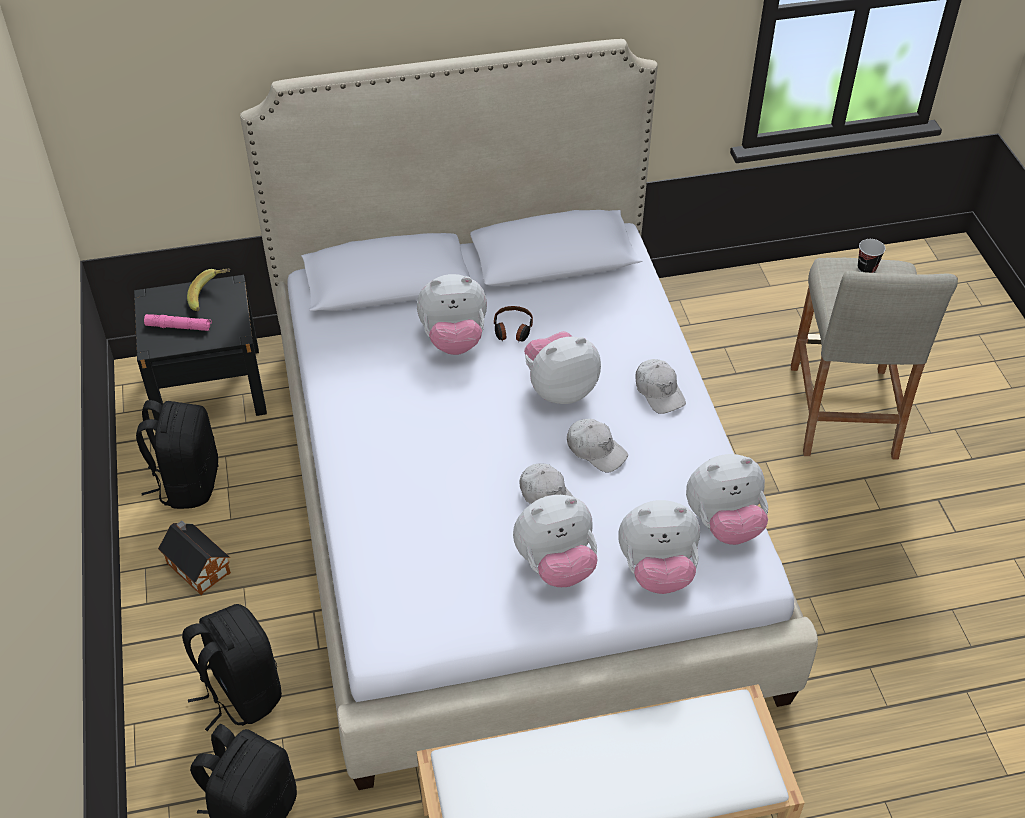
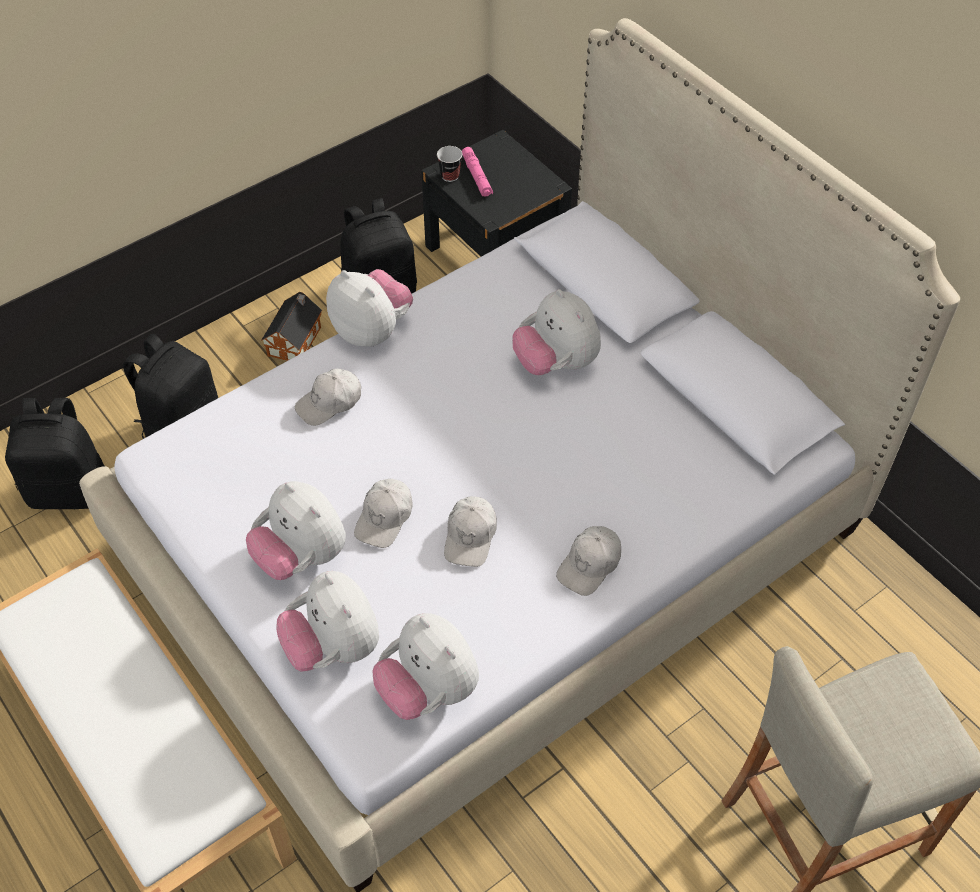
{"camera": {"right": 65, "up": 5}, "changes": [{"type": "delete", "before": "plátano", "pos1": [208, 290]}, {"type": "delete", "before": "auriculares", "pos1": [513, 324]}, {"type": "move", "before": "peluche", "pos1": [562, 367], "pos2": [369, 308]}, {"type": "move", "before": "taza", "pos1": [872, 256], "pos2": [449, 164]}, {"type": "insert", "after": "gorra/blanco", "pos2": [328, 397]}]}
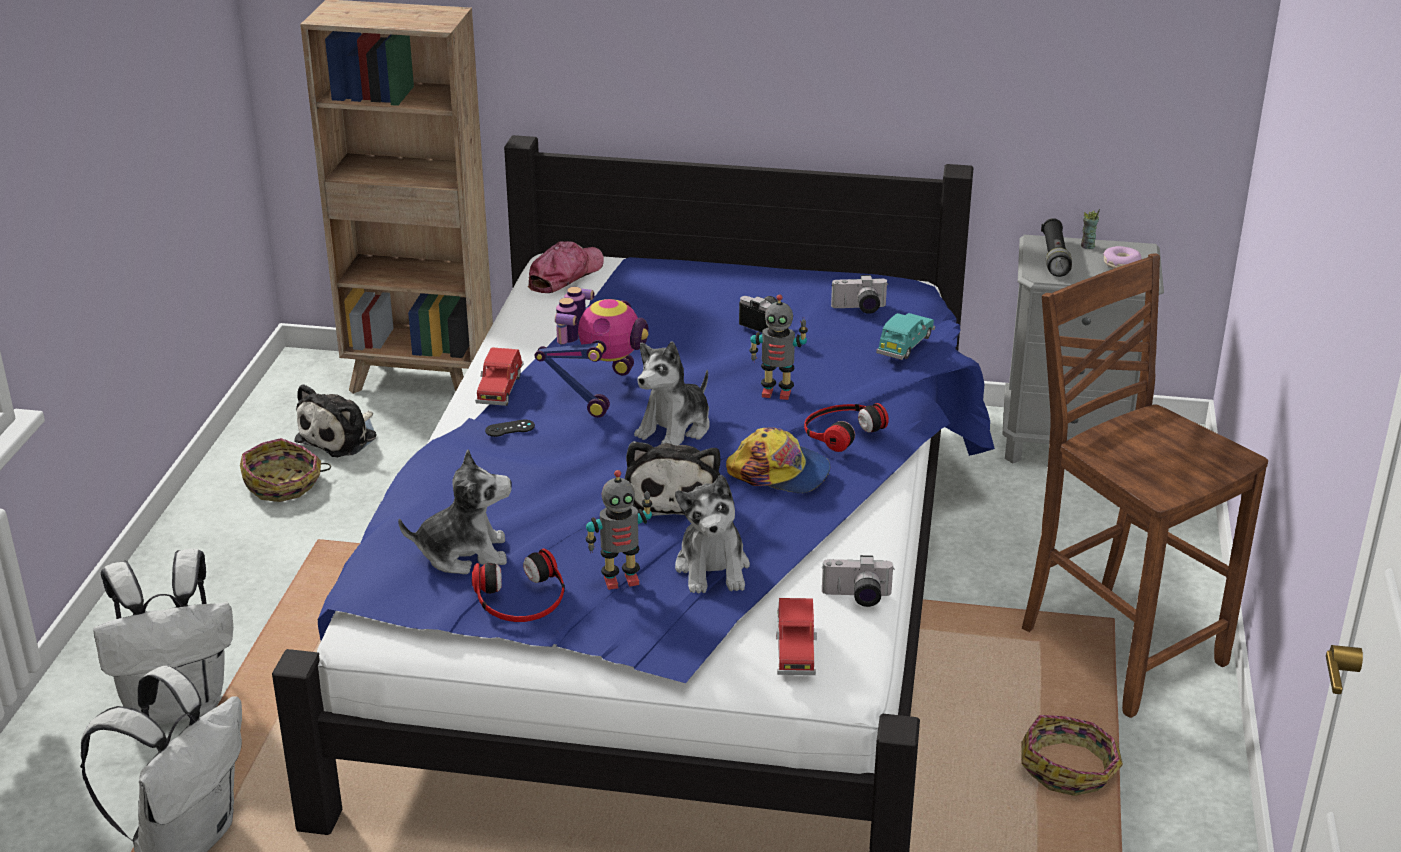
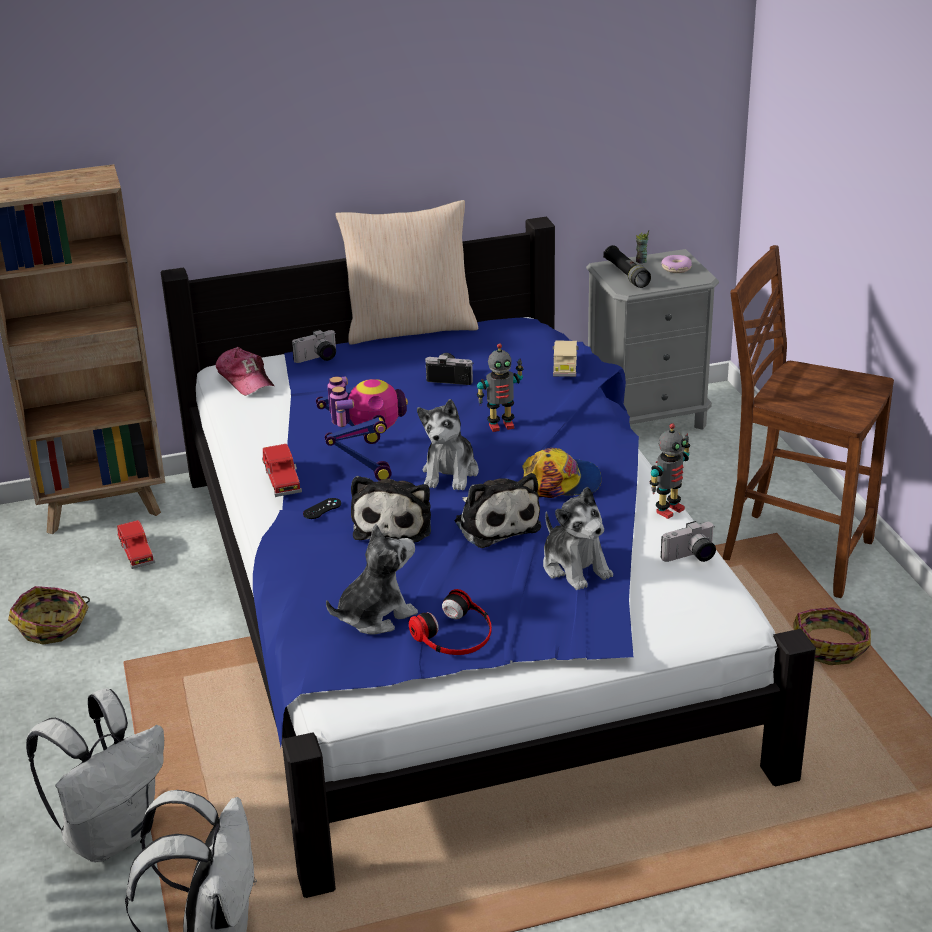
{"camera": {"right": -25, "up": 0}, "changes": [{"type": "move", "before": "peluche", "pos1": [335, 420], "pos2": [391, 509]}, {"type": "rotate", "before": "gorra", "pos1": [566, 267], "pos2": [245, 371], "turn": 135}, {"type": "move", "before": "robot de juguete", "pos1": [619, 530], "pos2": [670, 471]}, {"type": "move", "before": "coche de juguete/rojo", "pos1": [796, 636], "pos2": [136, 544]}, {"type": "delete", "before": "auriculares", "pos1": [846, 427]}, {"type": "move", "before": "cámara", "pos1": [859, 294], "pos2": [314, 346]}, {"type": "recolor", "before": "coche de juguete/turquesa", "after": "coche de juguete/beis", "pos1": [905, 336], "pos2": [566, 359]}, {"type": "insert", "after": "cojín/beis", "pos2": [406, 272]}]}
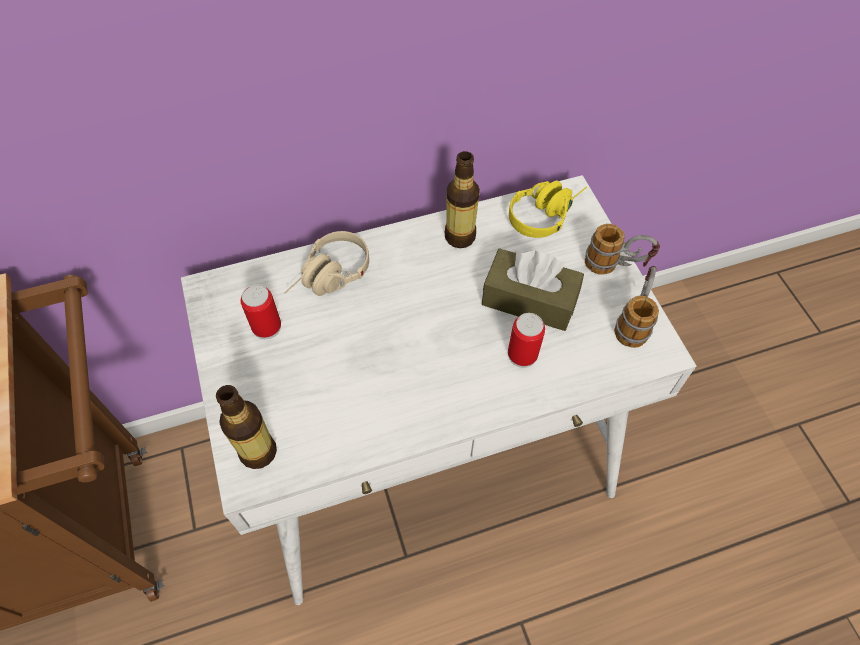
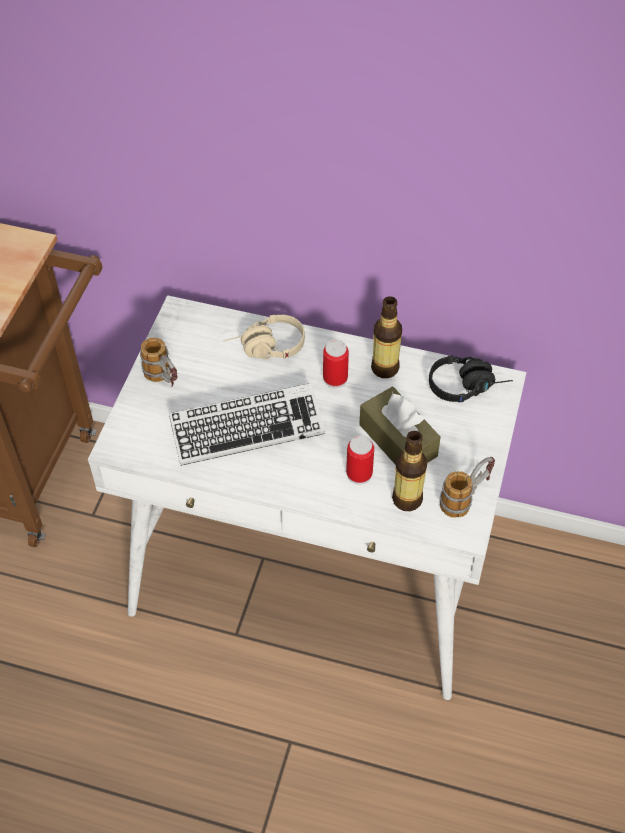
{"camera": {"right": 35, "up": -5}, "changes": [{"type": "move", "before": "botella", "pos1": [246, 427], "pos2": [409, 471]}, {"type": "move", "before": "lata", "pos1": [261, 311], "pos2": [336, 364]}, {"type": "recolor", "before": "auriculares/amarillo", "after": "auriculares/negro", "pos1": [548, 209], "pos2": [471, 378]}, {"type": "move", "before": "taza grande", "pos1": [622, 249], "pos2": [158, 362]}, {"type": "insert", "after": "teclado", "pos2": [247, 424]}]}
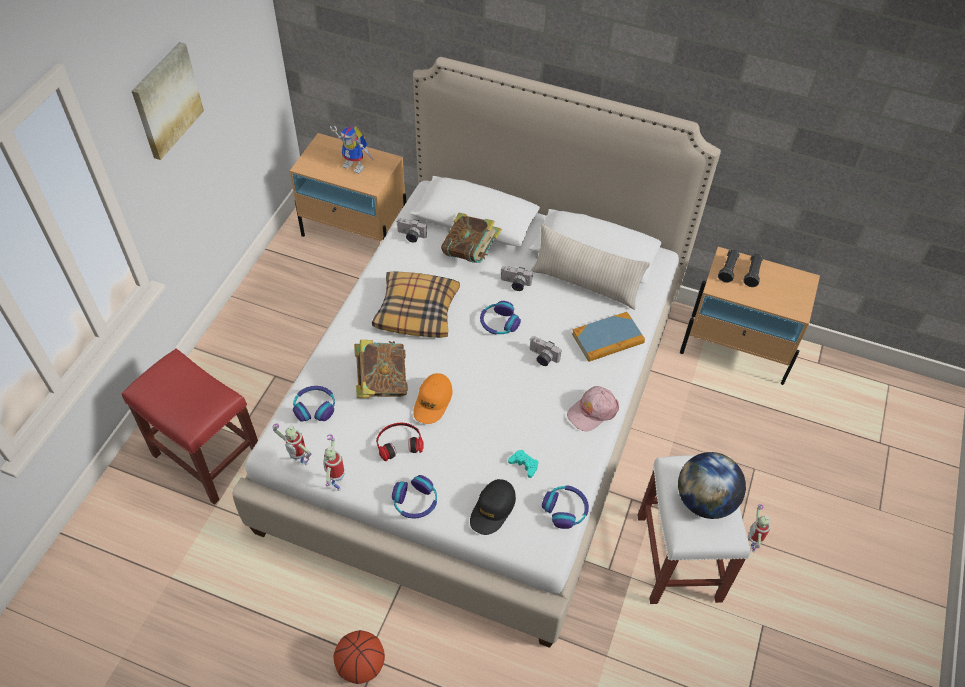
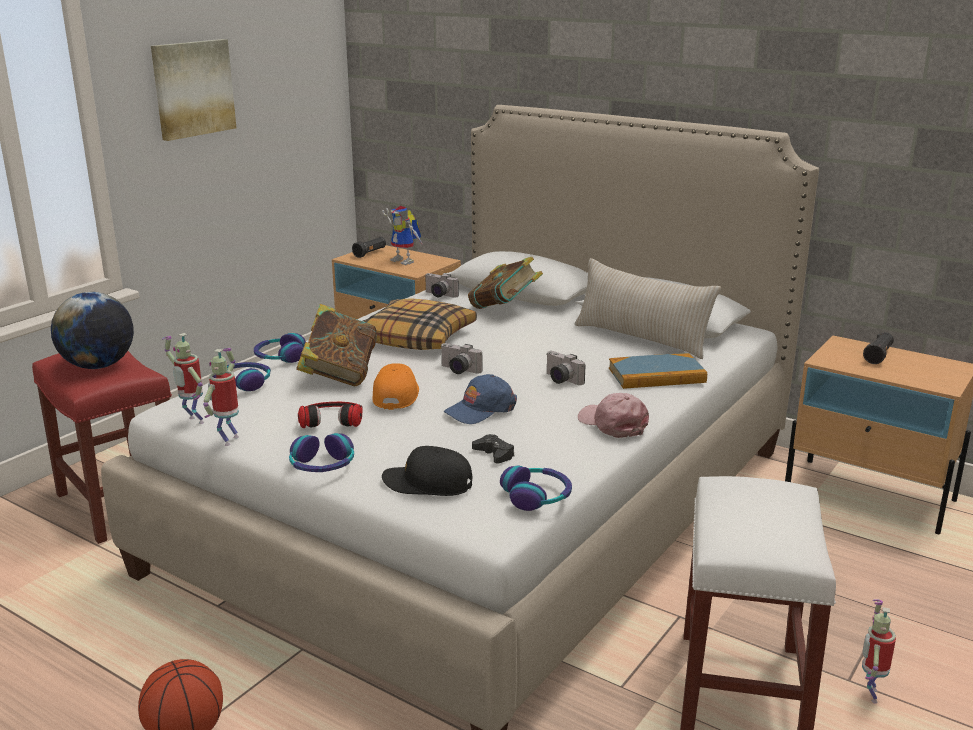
{"camera": {"right": 15, "up": -30}, "changes": [{"type": "rotate", "before": "gorra/naranja", "pos1": [433, 398], "pos2": [395, 386], "turn": 150}, {"type": "rotate", "before": "gorra/negro", "pos1": [493, 507], "pos2": [427, 471], "turn": 60}, {"type": "move", "before": "auriculares", "pos1": [500, 317], "pos2": [280, 348]}, {"type": "move", "before": "cámara", "pos1": [517, 278], "pos2": [461, 358]}, {"type": "recolor", "before": "mando de consola/turquesa", "after": "mando de consola/negro", "pos1": [523, 464], "pos2": [493, 448]}, {"type": "rotate", "before": "gorra/rosa", "pos1": [593, 409], "pos2": [613, 415], "turn": 75}, {"type": "move", "before": "globo terráqueo", "pos1": [712, 485], "pos2": [92, 330]}, {"type": "move", "before": "linterna/negro", "pos1": [728, 266], "pos2": [369, 247]}, {"type": "insert", "after": "gorra/azul", "pos2": [480, 399]}]}
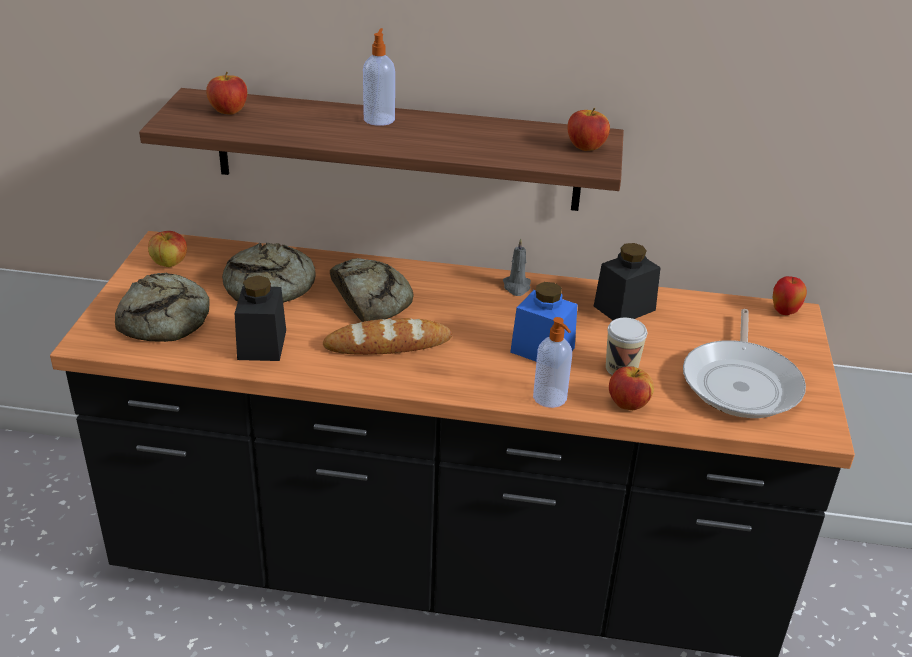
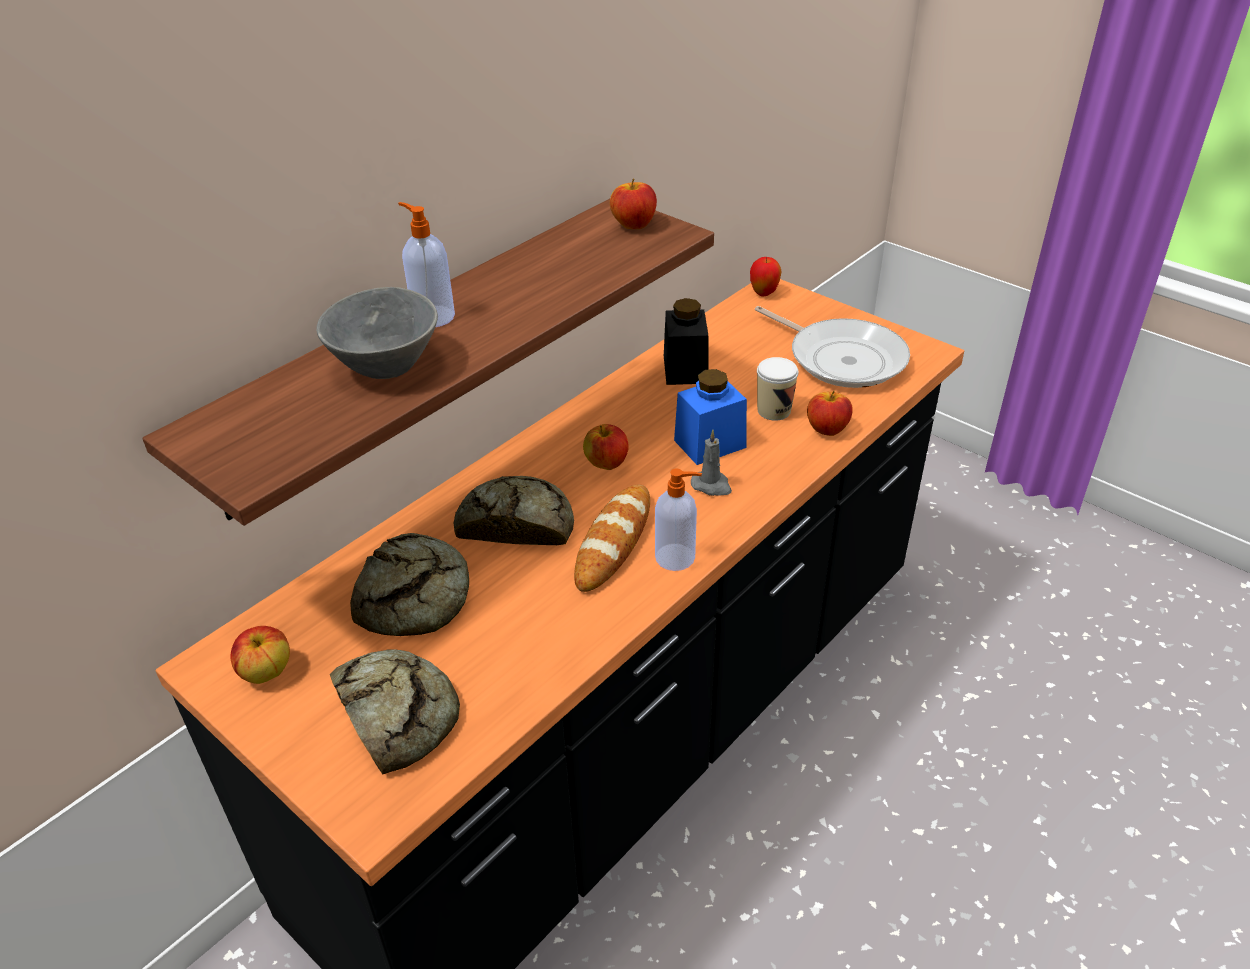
{"camera": {"right": -55, "up": 5}, "changes": [{"type": "move", "before": "manzana", "pos1": [226, 93], "pos2": [606, 447]}, {"type": "delete", "before": "tarro/negro", "pos1": [260, 318]}, {"type": "move", "before": "vela/gris", "pos1": [517, 267], "pos2": [711, 463]}, {"type": "move", "before": "dispensador de jabón", "pos1": [552, 362], "pos2": [678, 519]}, {"type": "insert", "after": "cuenco/gris", "pos2": [377, 333]}]}
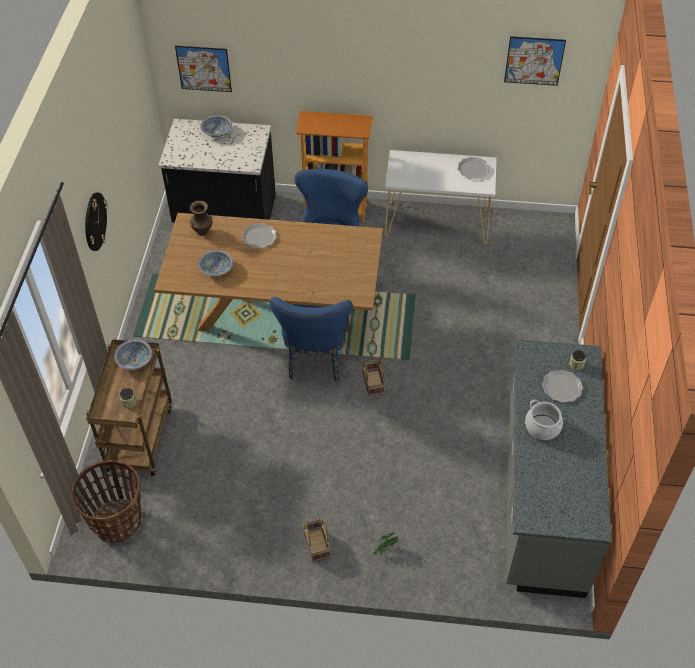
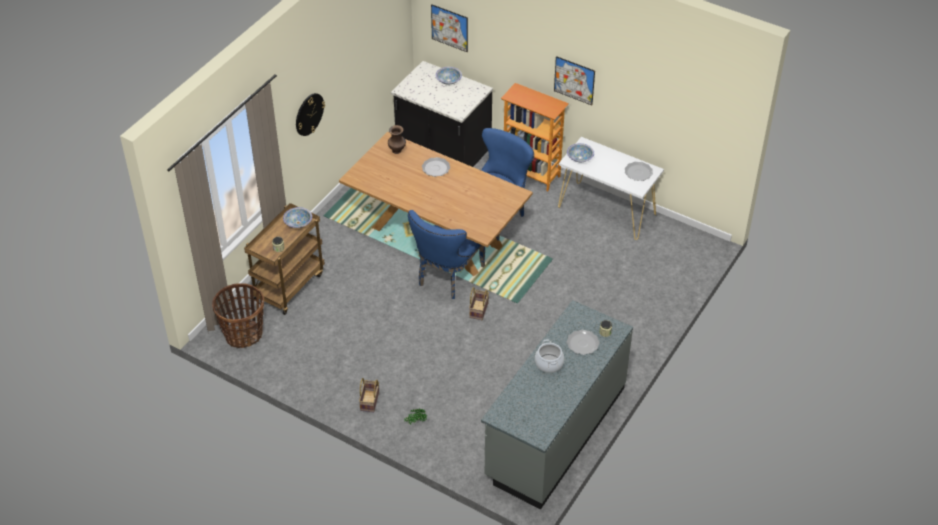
{"camera": {"right": 25, "up": -5}, "changes": [{"type": "move", "before": "cuenco", "pos1": [215, 263], "pos2": [580, 152]}, {"type": "move", "before": "cuadro", "pos1": [535, 61], "pos2": [574, 80]}]}
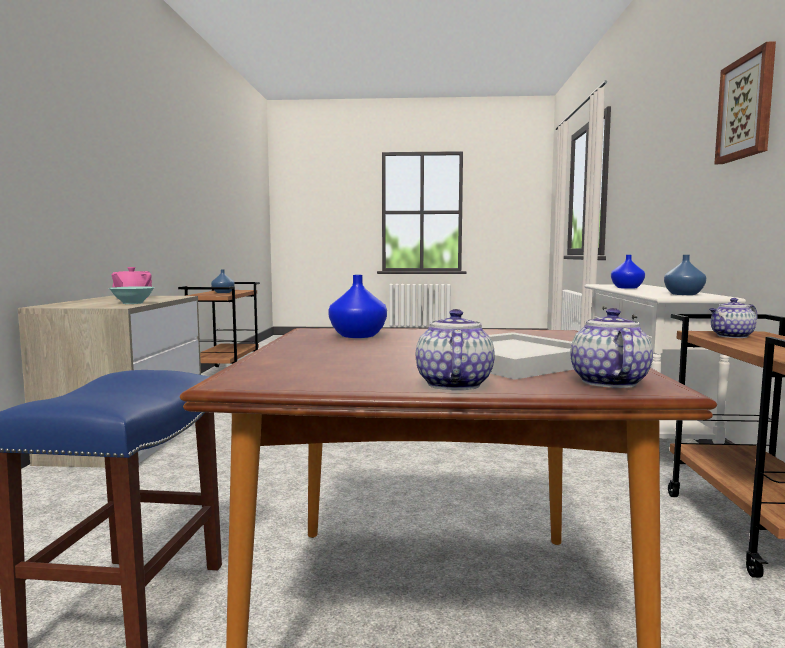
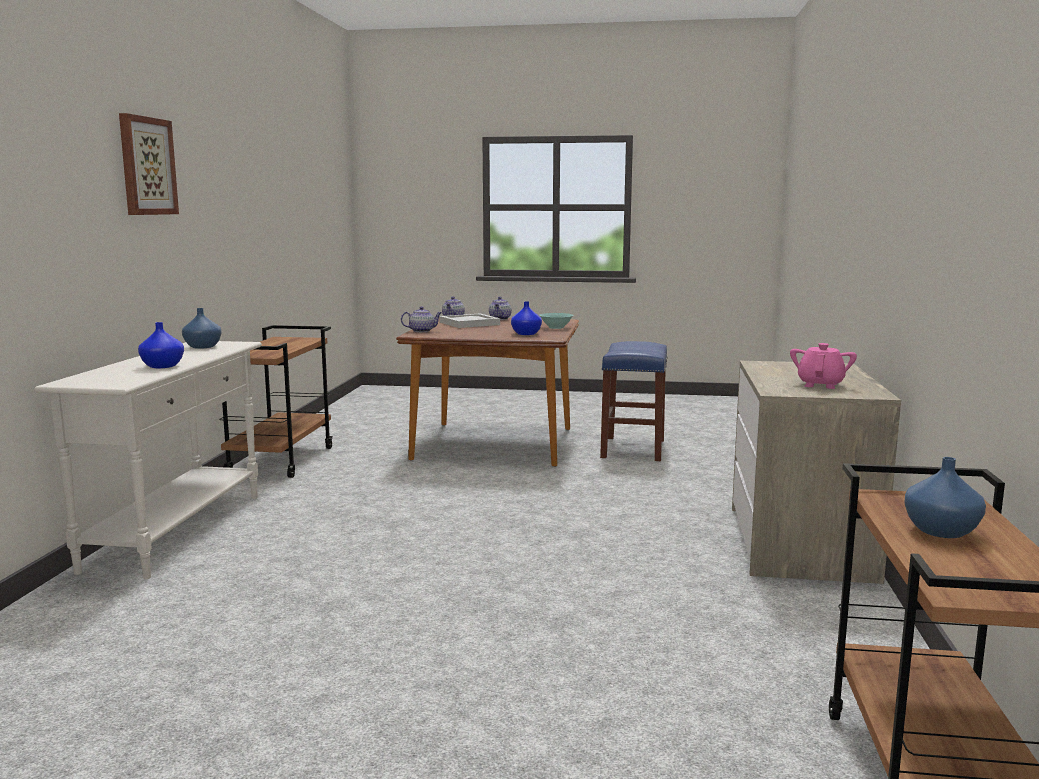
{"camera": {"right": -175, "up": 5}, "changes": [{"type": "move", "before": "cuenco/turquesa", "pos1": [132, 295], "pos2": [557, 321]}, {"type": "move", "before": "tetera", "pos1": [733, 318], "pos2": [421, 319]}]}
